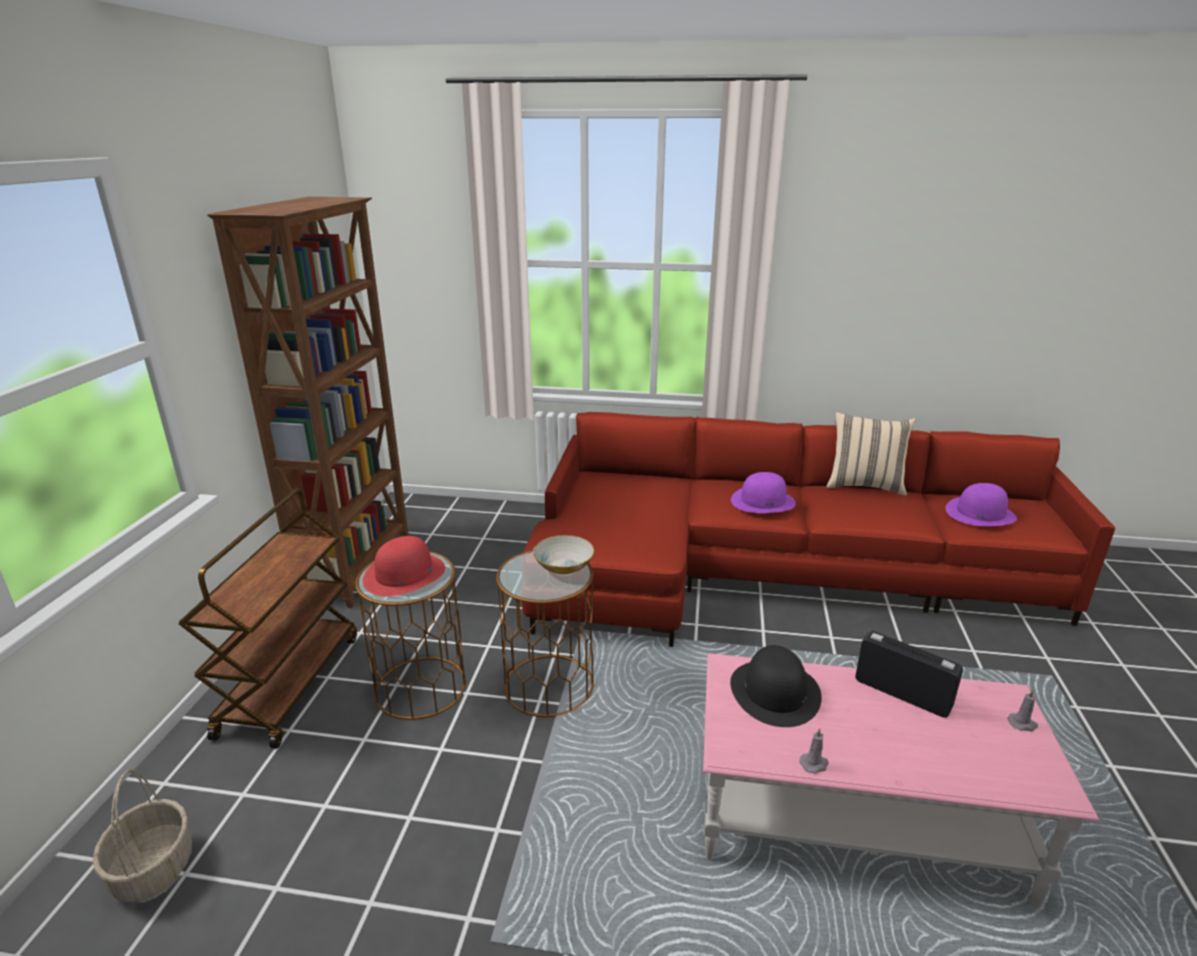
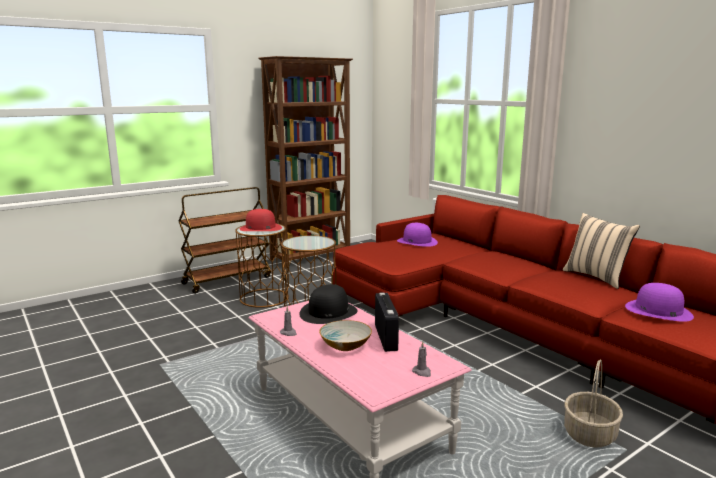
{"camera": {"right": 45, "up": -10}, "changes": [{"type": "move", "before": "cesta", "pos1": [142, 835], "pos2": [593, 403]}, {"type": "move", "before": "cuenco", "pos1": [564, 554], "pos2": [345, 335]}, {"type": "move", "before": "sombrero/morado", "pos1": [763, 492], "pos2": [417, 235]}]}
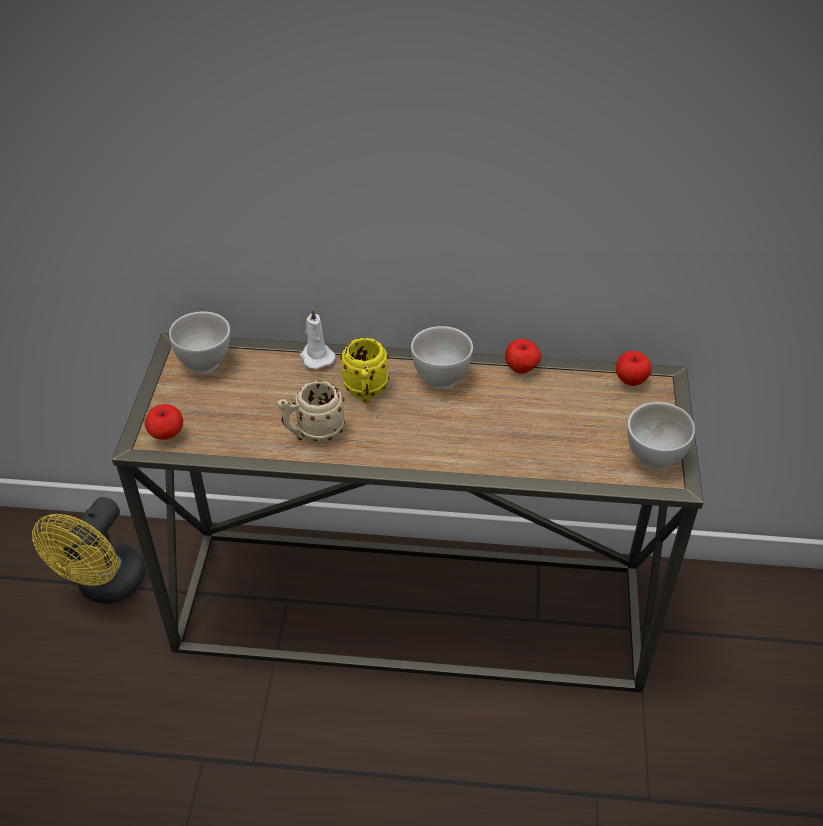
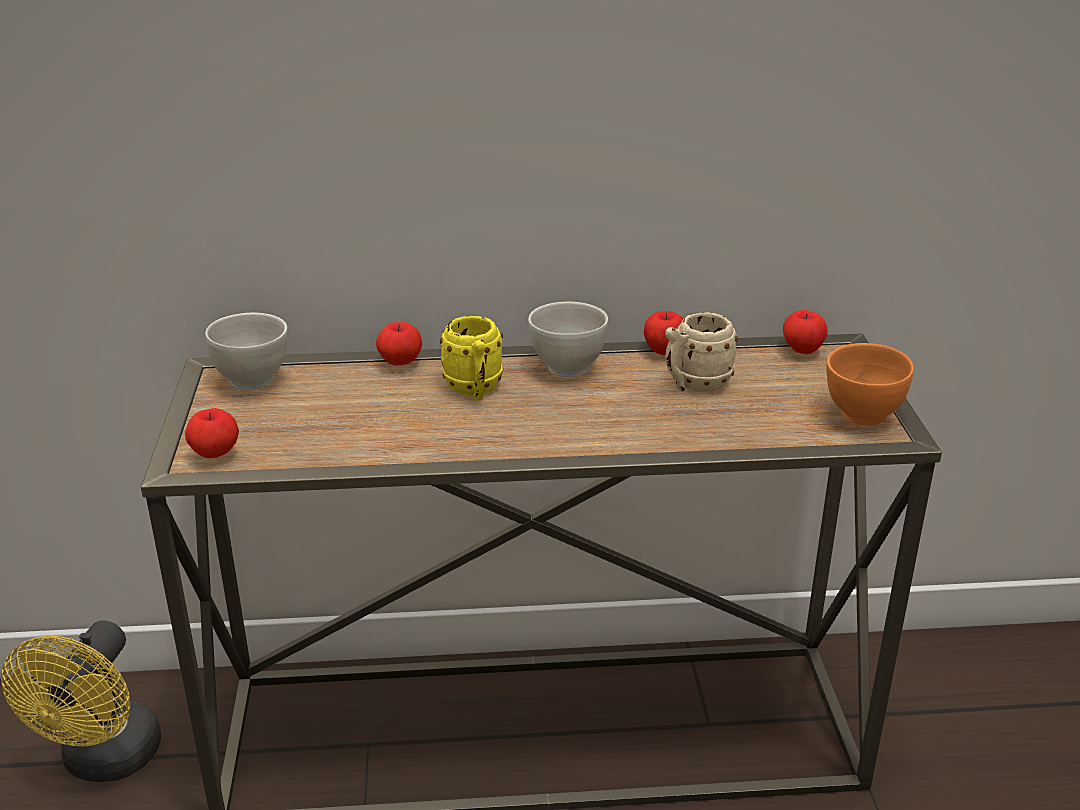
{"camera": {"right": -10, "up": -15}, "changes": [{"type": "move", "before": "taza grande/beis", "pos1": [311, 412], "pos2": [701, 352]}, {"type": "replace", "before": "vela/blanco", "after": "manzana", "pos1": [317, 338], "pos2": [399, 343]}, {"type": "recolor", "before": "cuenco/blanco", "after": "cuenco/naranja", "pos1": [661, 435], "pos2": [870, 384]}]}
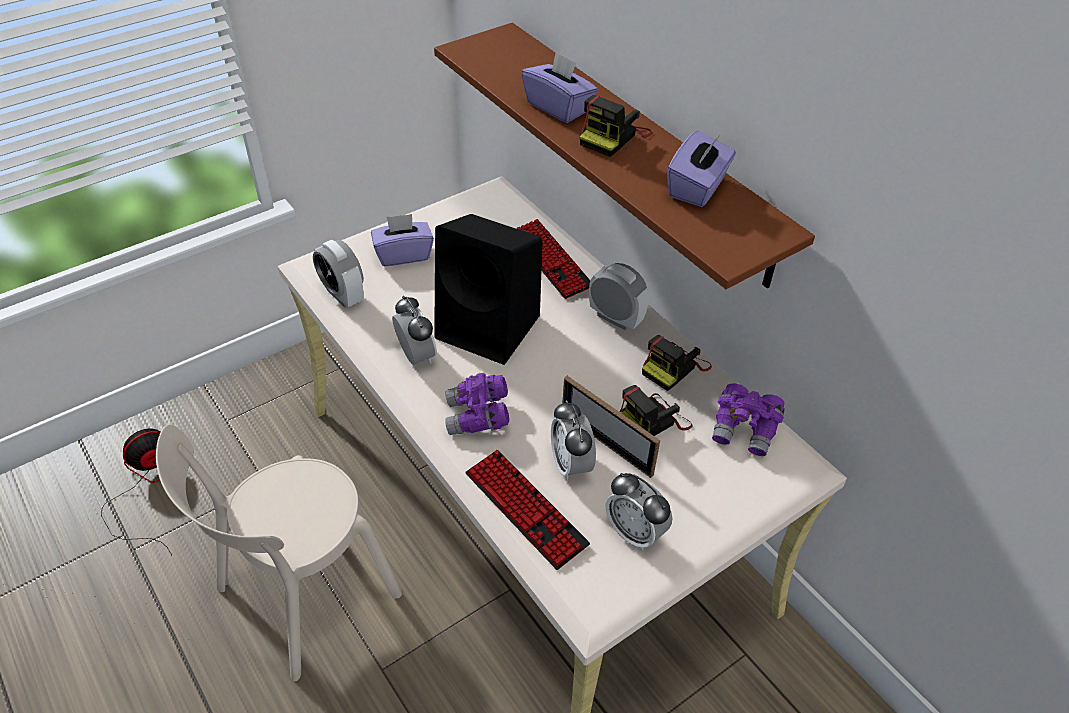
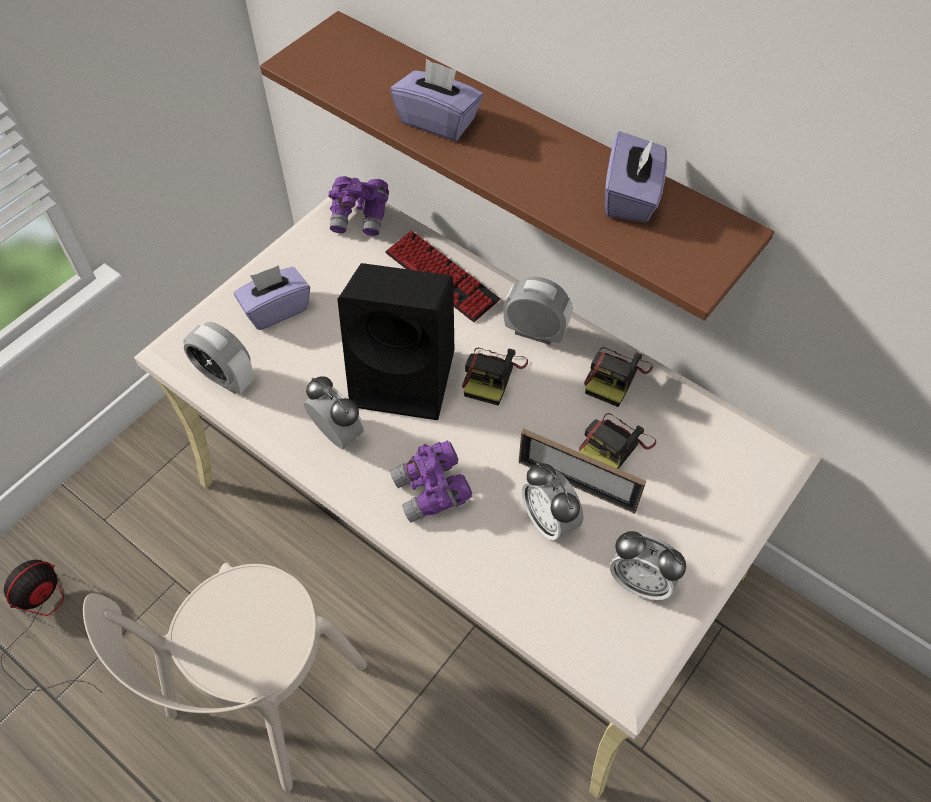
{"camera": {"right": -15, "up": 10}, "changes": [{"type": "delete", "before": "teclado", "pos1": [527, 510]}, {"type": "move", "before": "cámara", "pos1": [616, 126], "pos2": [495, 376]}, {"type": "move", "before": "prismáticos/morado", "pos1": [748, 419], "pos2": [358, 206]}]}
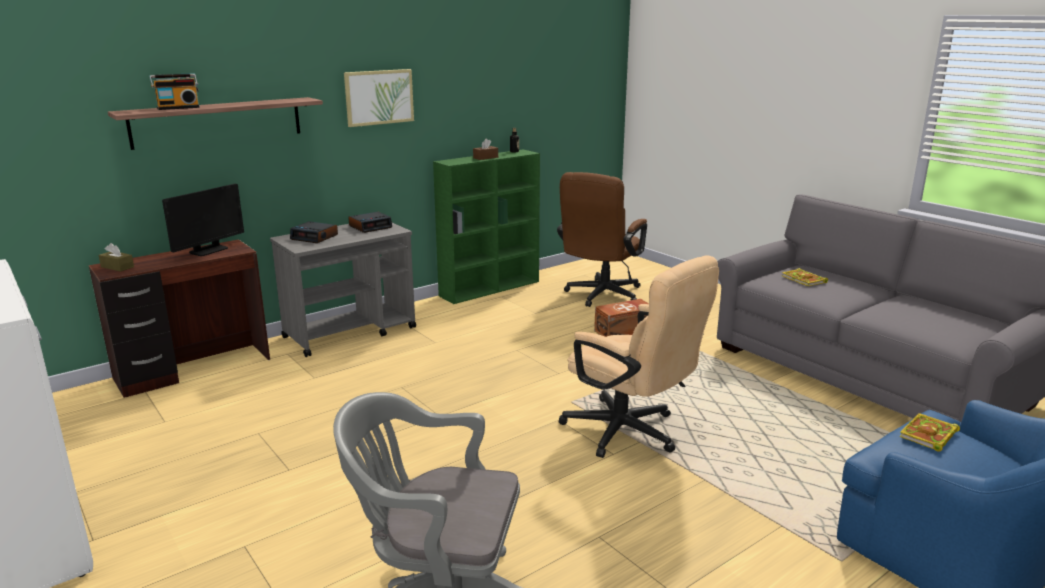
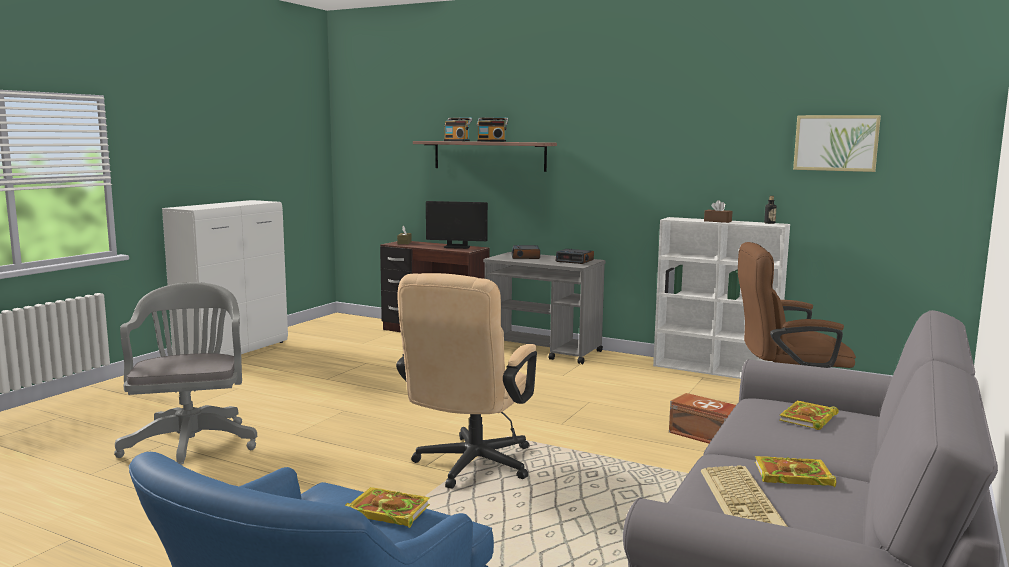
{"camera": {"right": 65, "up": -10}, "changes": [{"type": "move", "before": "cuadro", "pos1": [379, 98], "pos2": [837, 143]}, {"type": "recolor", "before": "estantería/verde", "after": "estantería/blanco", "pos1": [486, 226], "pos2": [721, 298]}, {"type": "insert", "after": "radio", "pos2": [492, 130]}, {"type": "insert", "after": "teclado", "pos2": [744, 496]}, {"type": "insert", "after": "libro", "pos2": [795, 471]}]}
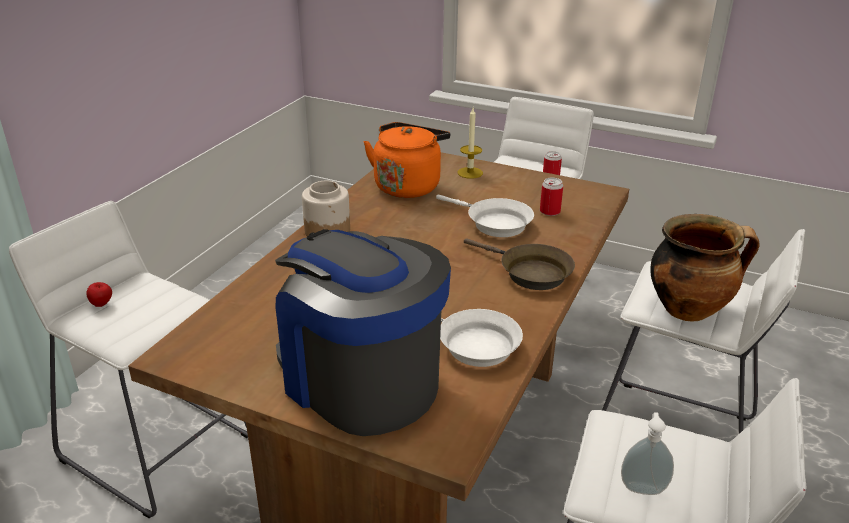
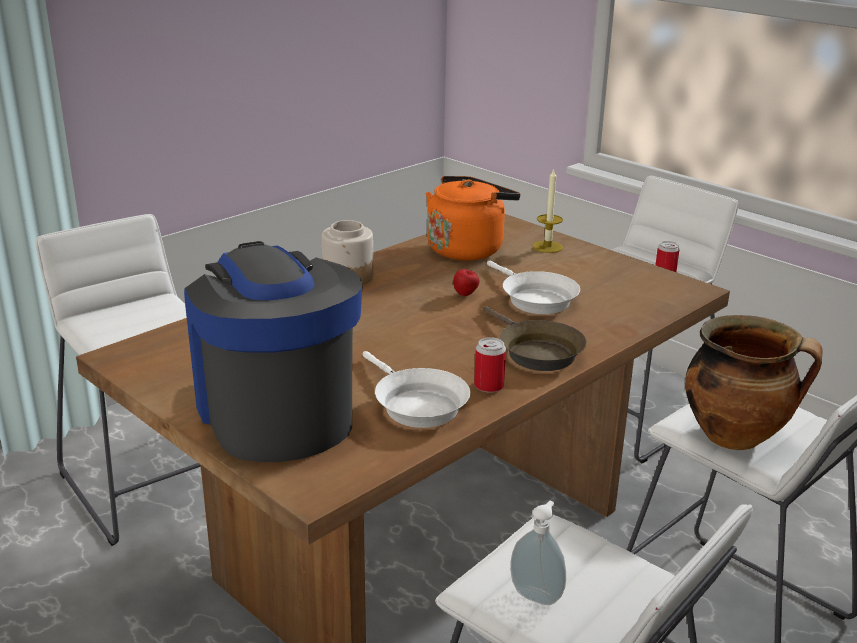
{"camera": {"right": 20, "up": -5}, "changes": [{"type": "move", "before": "manzana", "pos1": [99, 294], "pos2": [466, 282]}, {"type": "move", "before": "lata", "pos1": [551, 197], "pos2": [490, 365]}]}
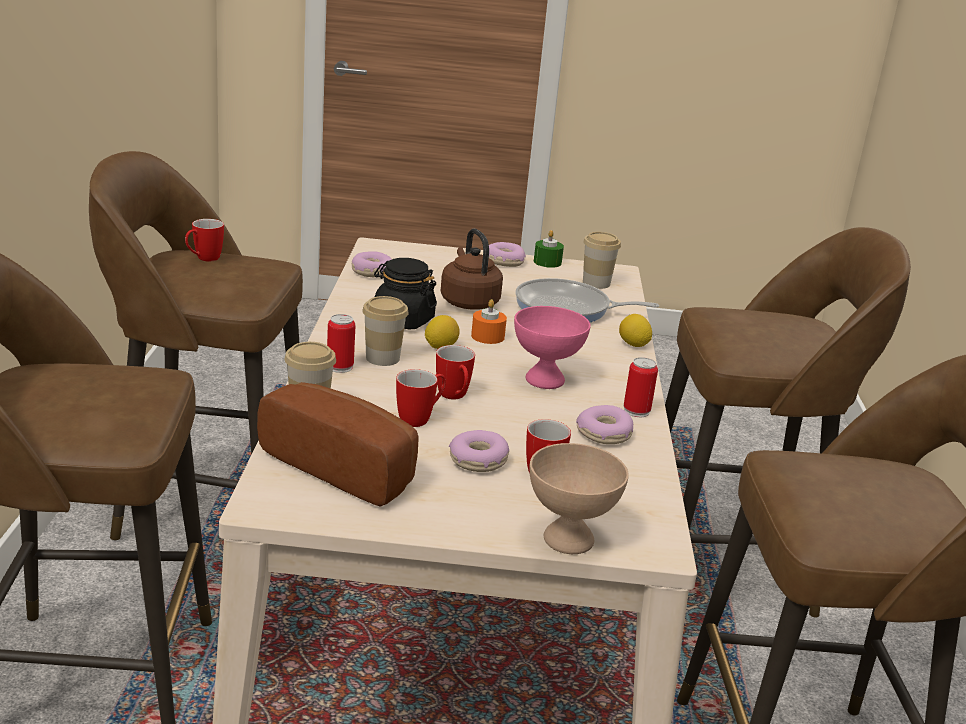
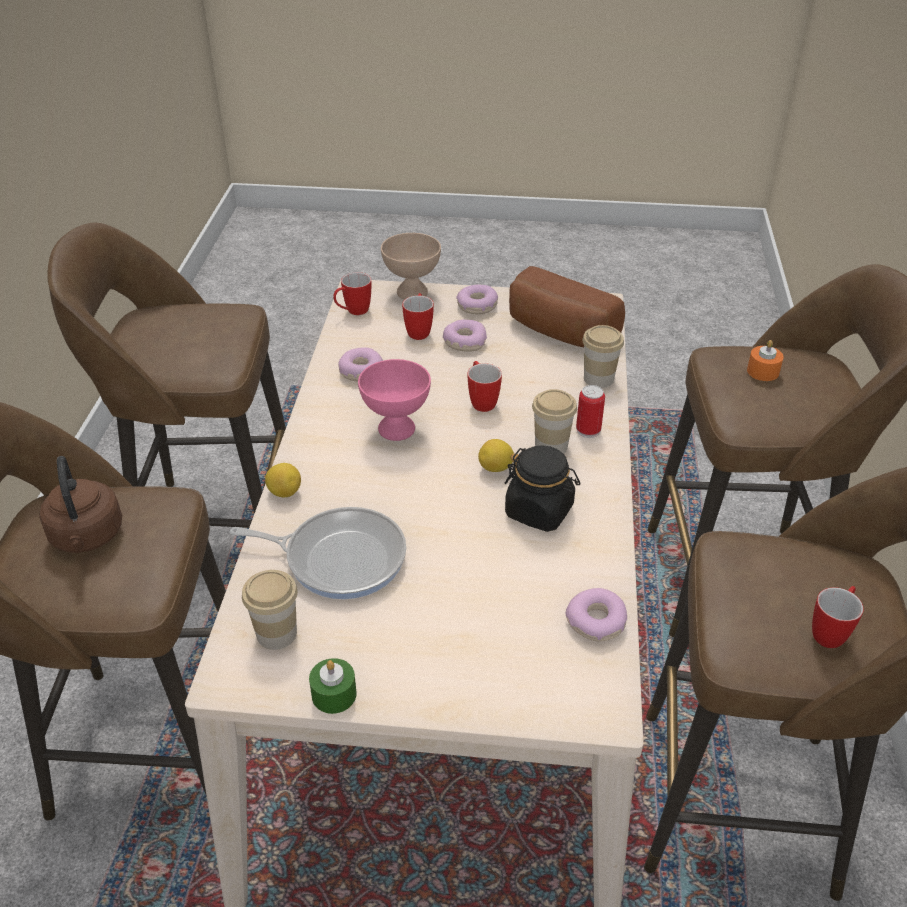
{"camera": {"right": -175, "up": 15}, "changes": [{"type": "move", "before": "taza grande", "pos1": [421, 398], "pos2": [352, 293]}, {"type": "move", "before": "hervidor/marrón", "pos1": [472, 269], "pos2": [81, 504]}, {"type": "move", "before": "vela/naranja", "pos1": [489, 321], "pos2": [765, 360]}, {"type": "move", "before": "rosquilla", "pos1": [507, 254], "pos2": [477, 299]}, {"type": "delete", "before": "lata", "pos1": [641, 387]}]}
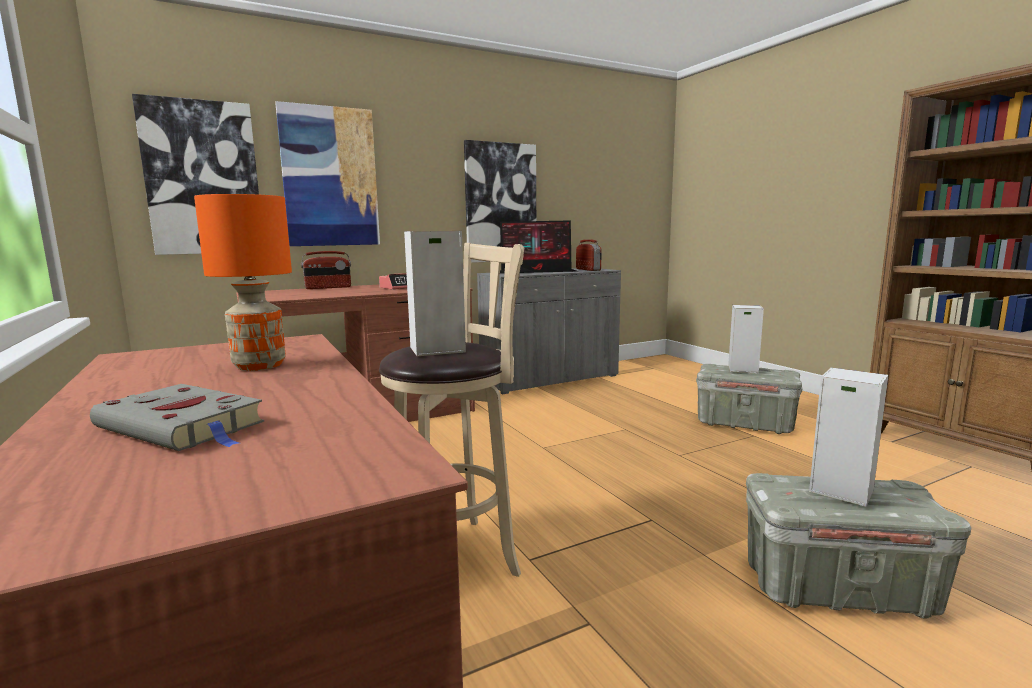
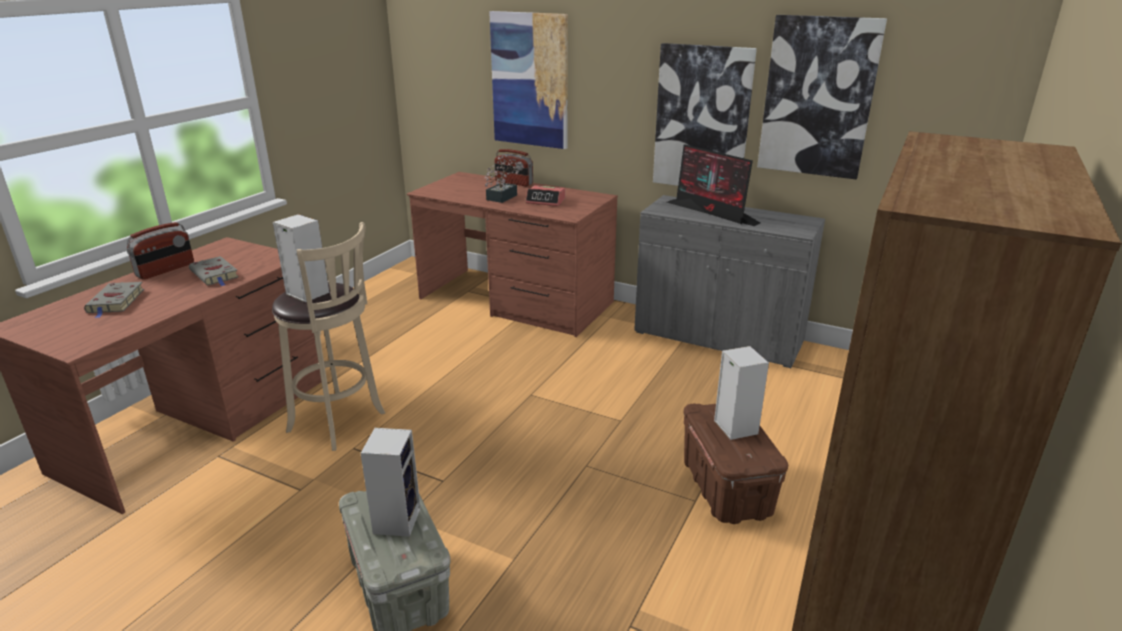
{"camera": {"right": 55, "up": 15}, "changes": [{"type": "move", "before": "cuadro", "pos1": [195, 174], "pos2": [822, 97]}, {"type": "replace", "before": "lámpara de mesa/naranja", "after": "libro/gris", "pos1": [243, 282], "pos2": [214, 271]}, {"type": "move", "before": "radio", "pos1": [589, 255], "pos2": [160, 250]}, {"type": "recolor", "before": "caja de almacenaje/gris", "after": "caja de almacenaje/marrón", "pos1": [749, 399], "pos2": [736, 463]}, {"type": "insert", "after": "planta en maceta", "pos2": [504, 178]}]}
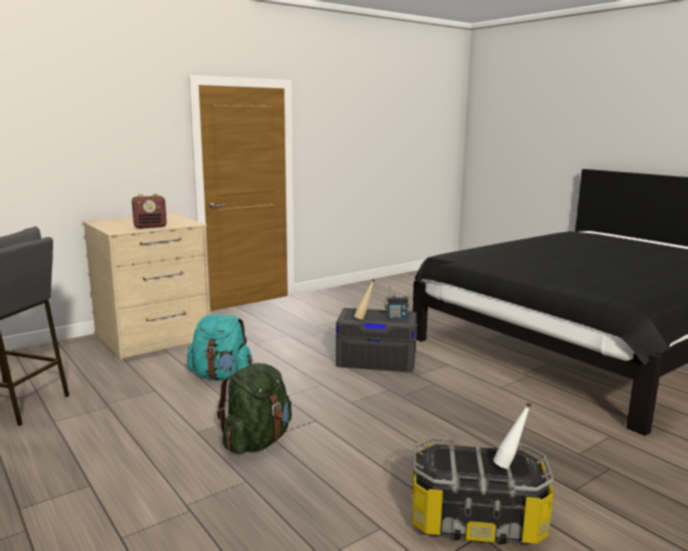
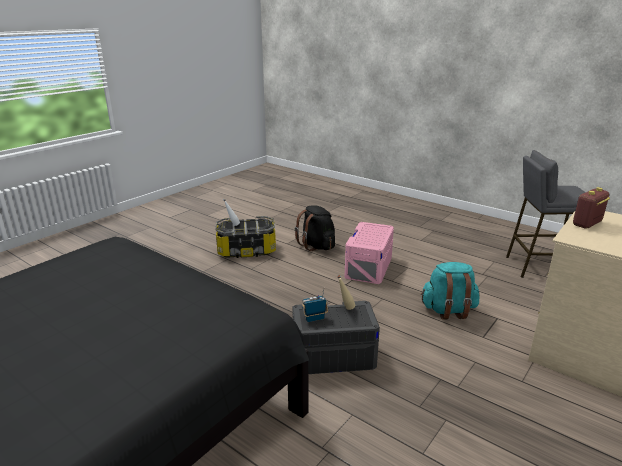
{"camera": {"right": 165, "up": 10}, "changes": [{"type": "replace", "before": "mochila/verde", "after": "caja de almacenaje/rosa", "pos1": [254, 408], "pos2": [369, 253]}, {"type": "insert", "after": "mochila/negro", "pos2": [315, 228]}]}
